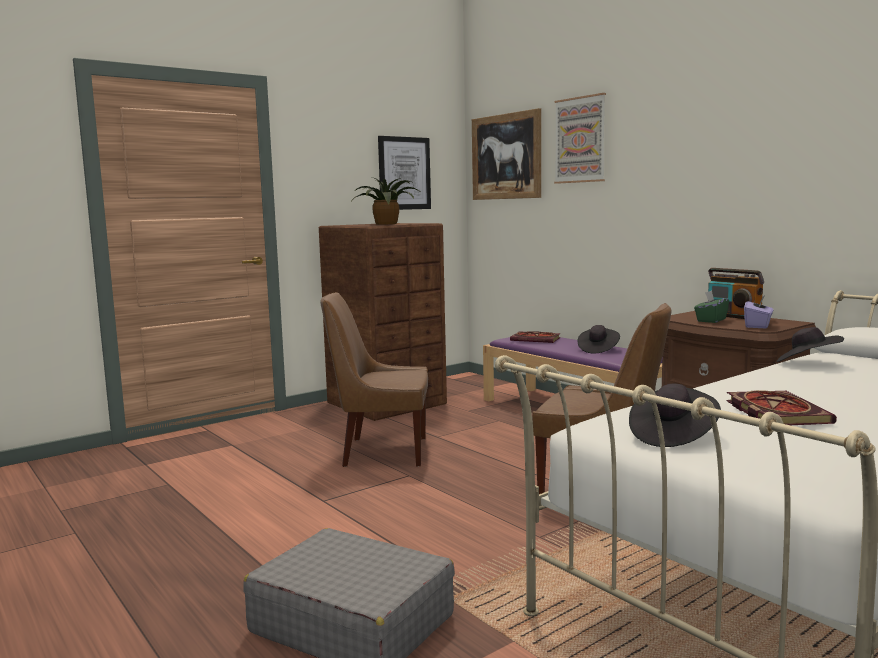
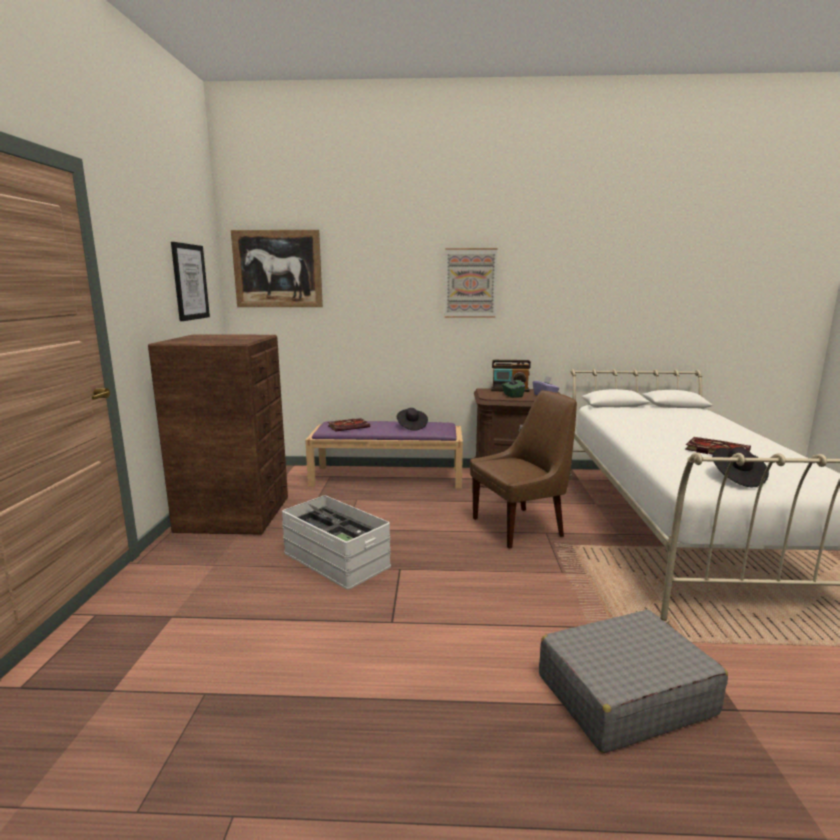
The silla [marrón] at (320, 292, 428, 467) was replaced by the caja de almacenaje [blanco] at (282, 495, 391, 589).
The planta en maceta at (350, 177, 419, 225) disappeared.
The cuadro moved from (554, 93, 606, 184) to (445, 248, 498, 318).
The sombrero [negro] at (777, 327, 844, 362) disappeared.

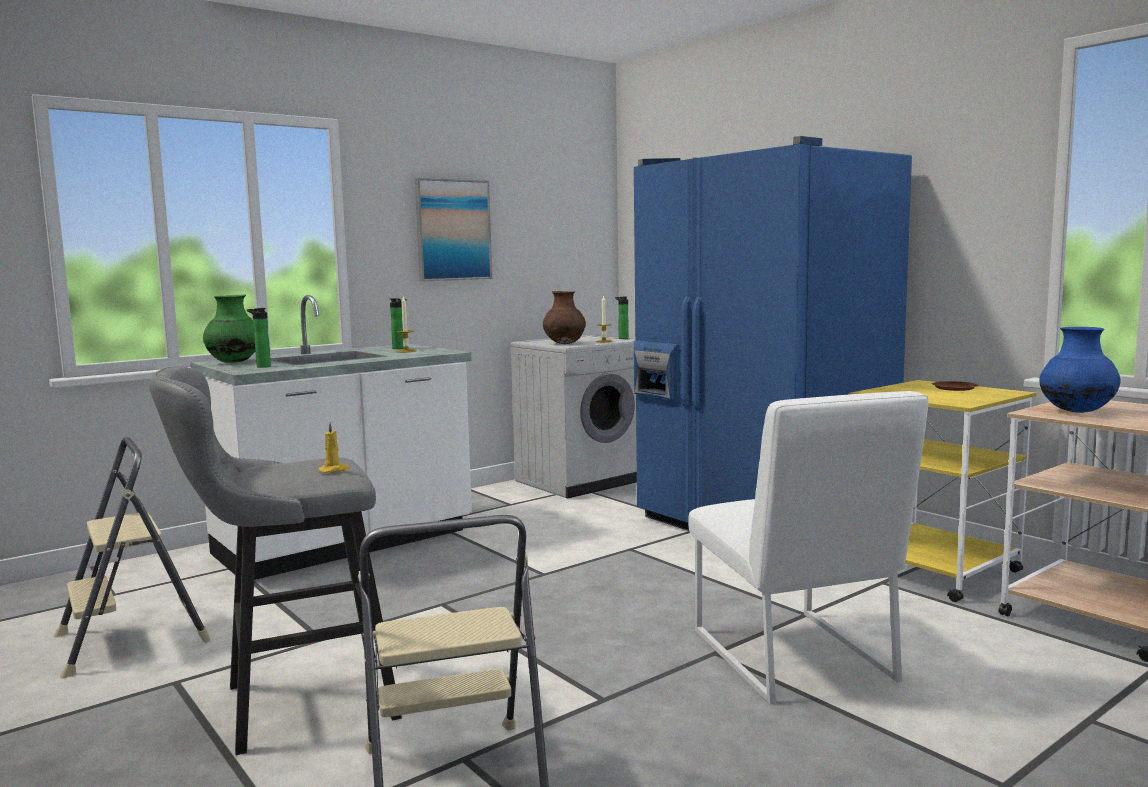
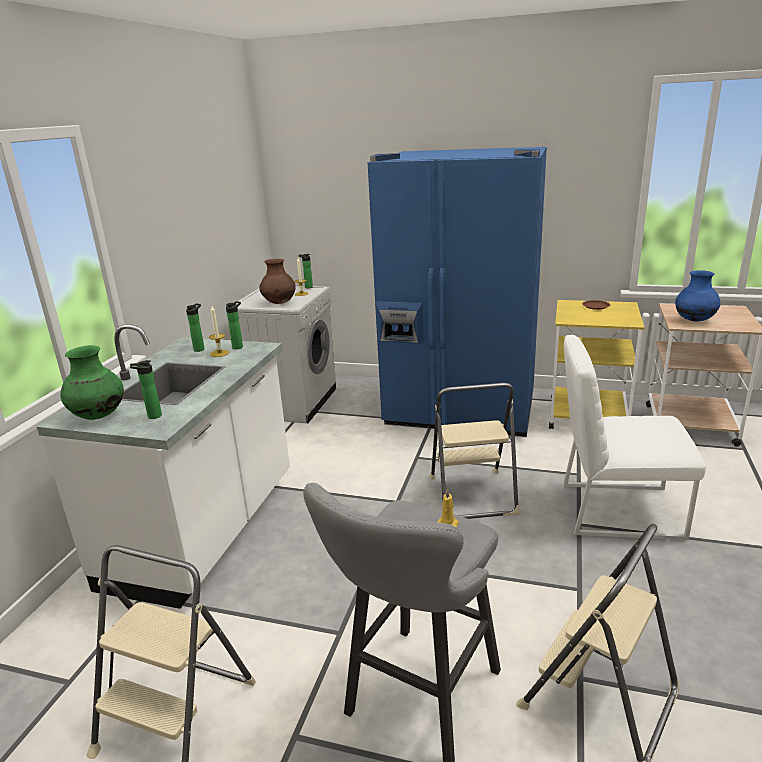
The cuadro at (415, 178, 492, 282) disappeared.
The silla [blanco] at (688, 391, 928, 705) turned 150 degrees clockwise.
The botella at (226, 301, 243, 349) appeared.
The escalera de tijera [beis] at (429, 383, 519, 519) appeared.

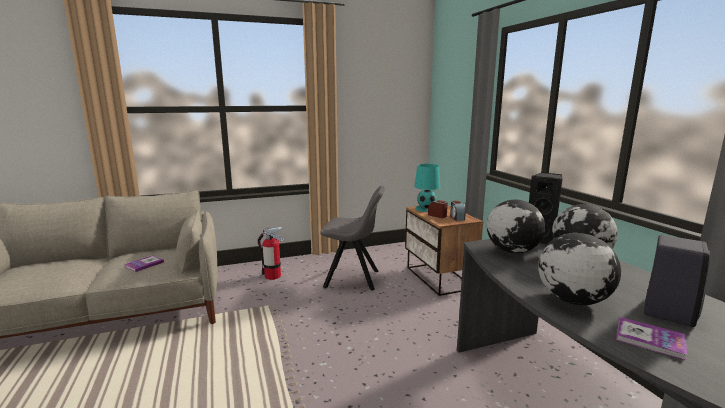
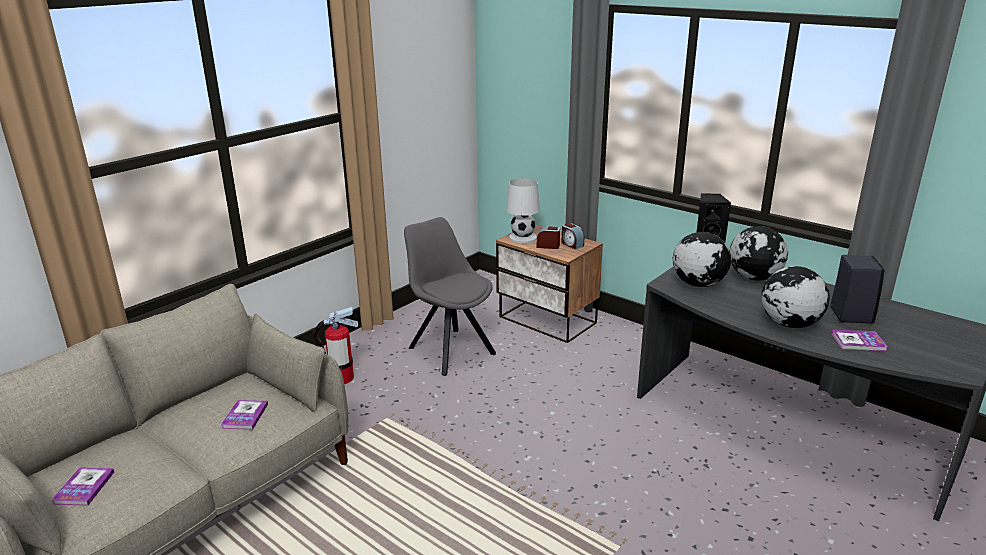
The silla [gris] at (320, 186, 385, 291) turned 105 degrees counterclockwise.
The lámpara de mesa [turquesa] at (414, 164, 440, 212) became the lámpara de mesa [blanco] at (506, 178, 540, 243).
The libro at (51, 467, 114, 506) appeared.

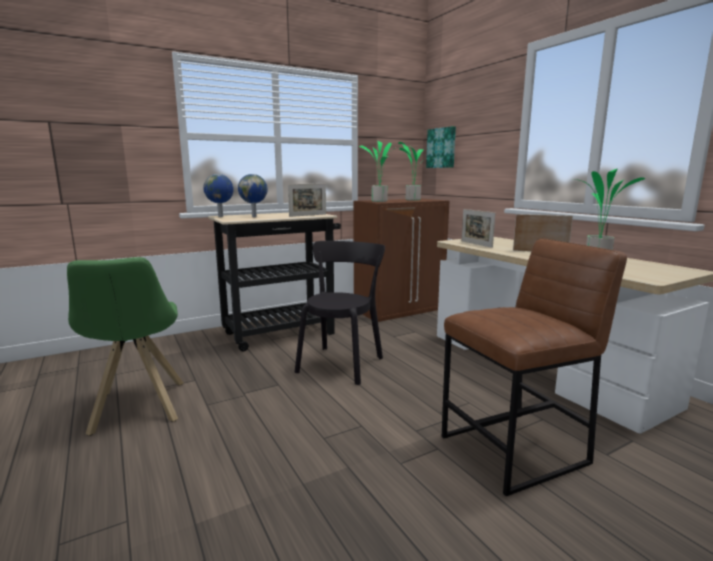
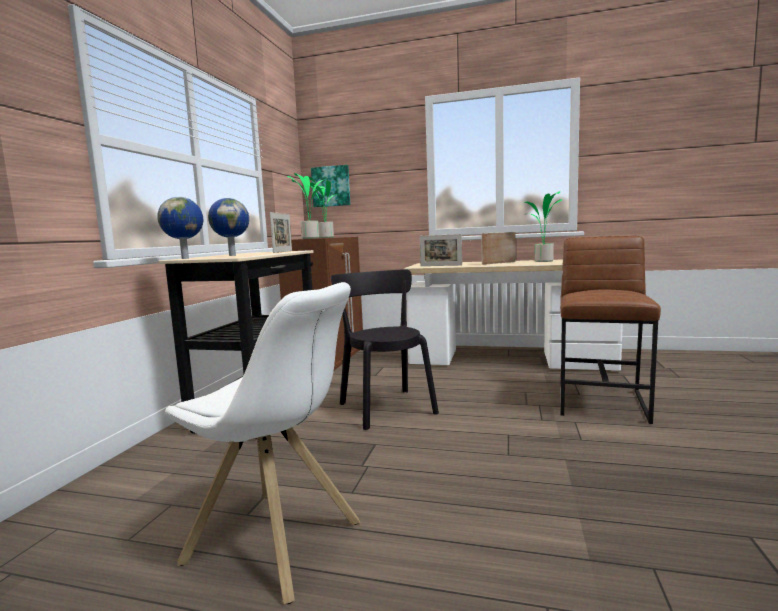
The silla [verde] at (67, 257, 184, 436) became the silla [blanco] at (165, 282, 360, 604).

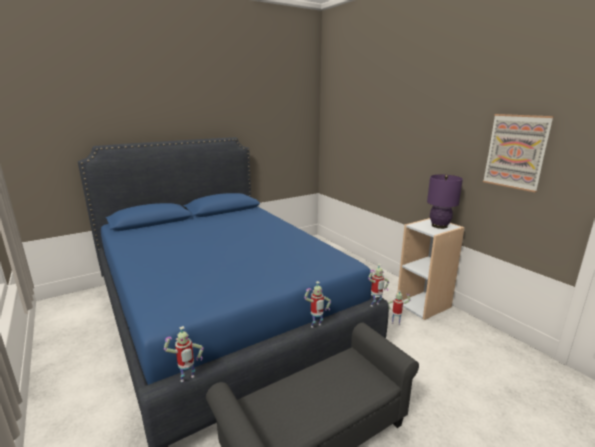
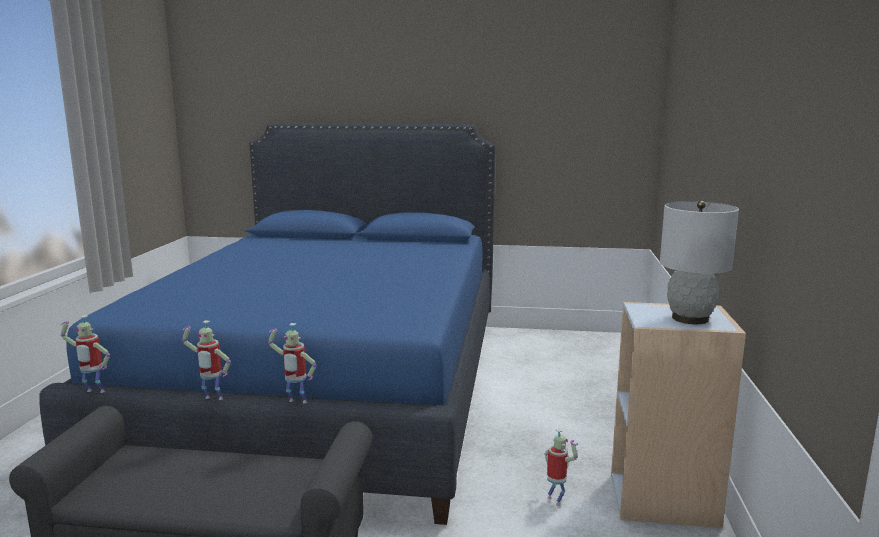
The robot de juguete moved from (368, 264, 389, 307) to (182, 320, 231, 400).
The lámpara de mesa [morado] at (427, 174, 463, 229) became the lámpara de mesa [blanco] at (660, 201, 739, 324).
The cuadro at (483, 114, 554, 192) disappeared.

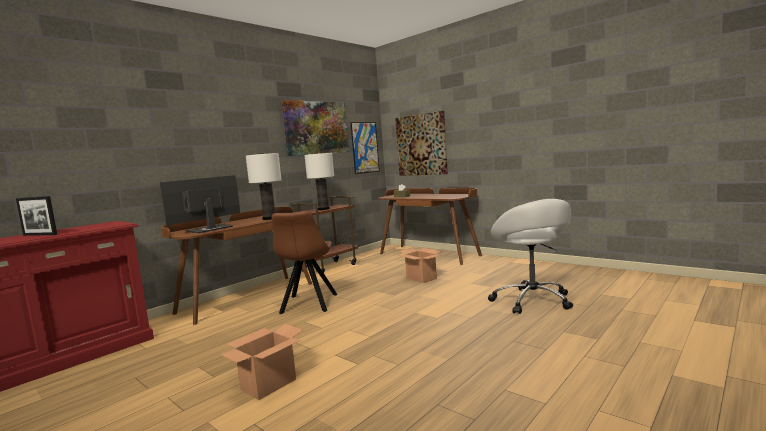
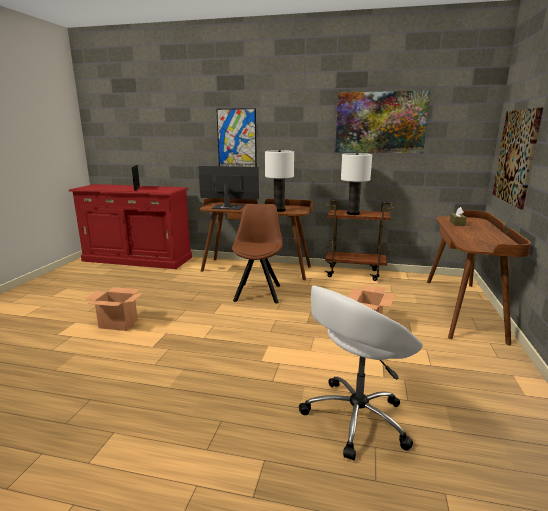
The silla [marrón] at (272, 211, 337, 314) turned 120 degrees clockwise.
The cuadro moved from (350, 122, 380, 174) to (216, 108, 257, 167).

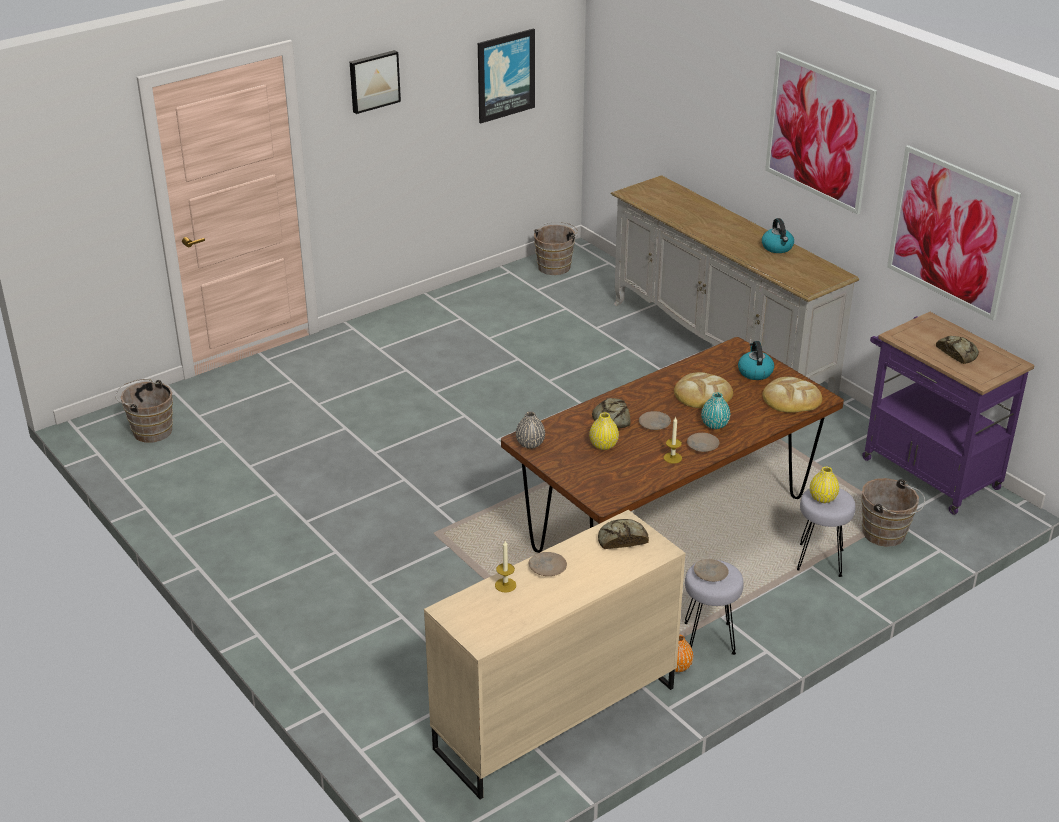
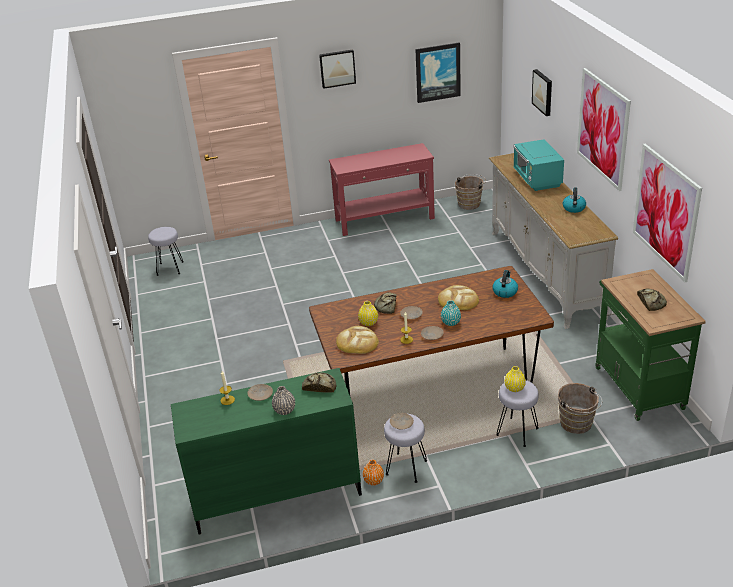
The cubo [marrón] at (115, 379, 173, 443) was replaced by the taburete [gris] at (148, 227, 184, 276).
The cómoda [beis] at (424, 510, 686, 799) became the cómoda [verde] at (171, 368, 362, 534).
The florero [gris] moved from (516, 411, 545, 449) to (272, 386, 295, 415).
The pan moved from (762, 377, 822, 413) to (336, 326, 379, 354).
The carrito [morado] at (862, 312, 1035, 515) became the carrito [verde] at (595, 269, 706, 421).
The mesa consola [rojo] at (329, 143, 435, 236) appeared.
The microondas [turquesa] at (513, 139, 564, 191) appeared.
The cuadro at (532, 69, 552, 116) appeared.

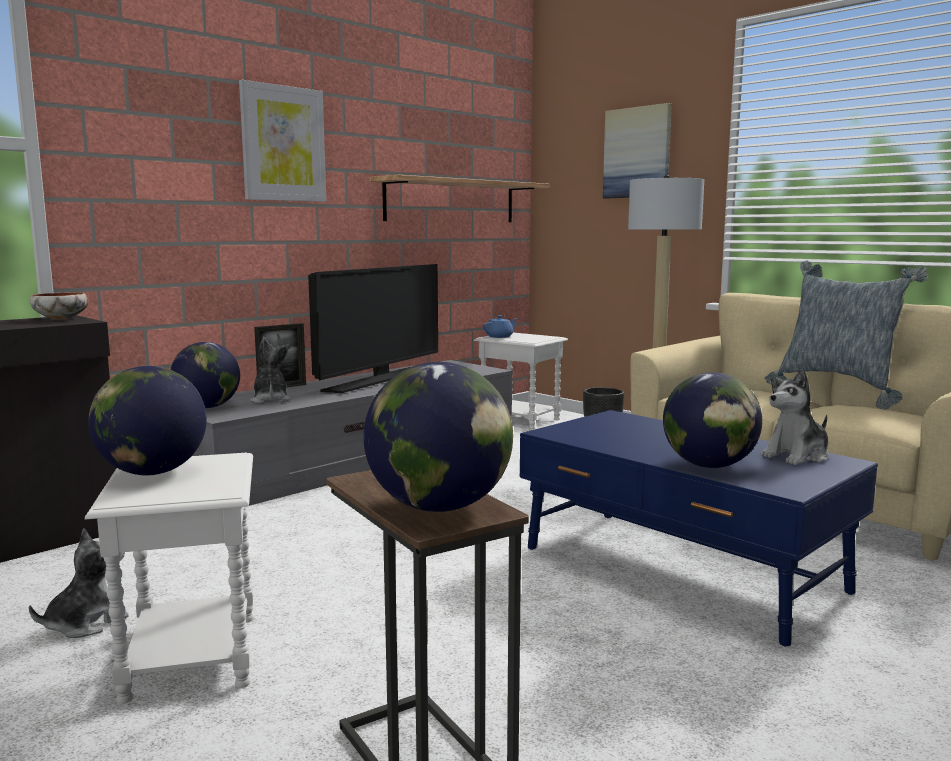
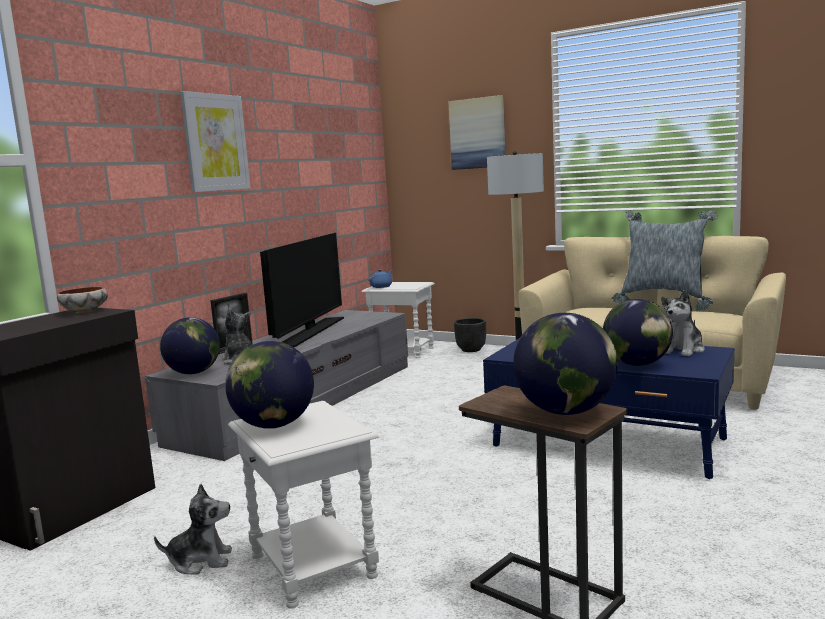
The peluche at (29, 528, 129, 638) turned 60 degrees clockwise.
The estante at (369, 175, 549, 222) disappeared.

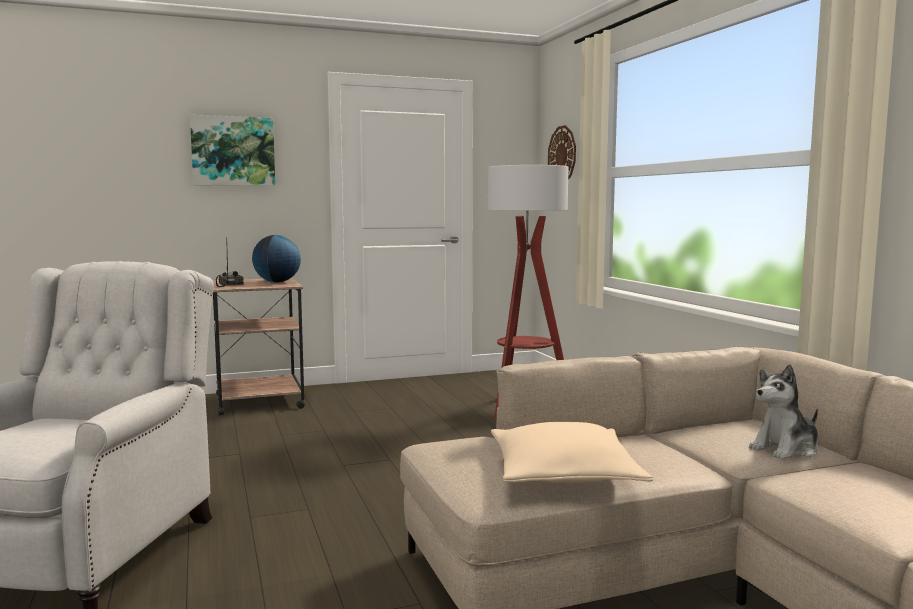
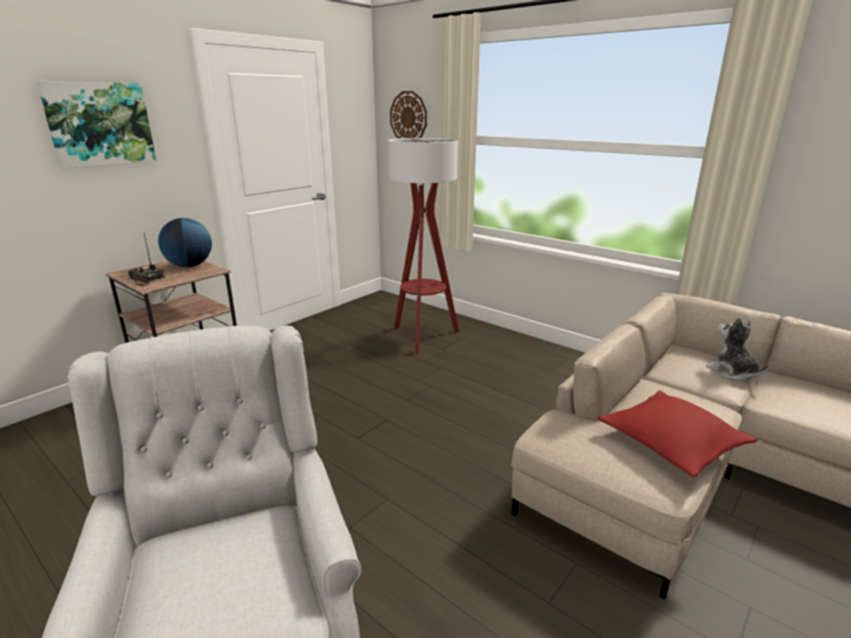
The cojín [beis] at (491, 422, 653, 483) became the cojín [rojo] at (598, 390, 758, 477).
The peluche at (749, 364, 818, 460) turned 120 degrees clockwise.

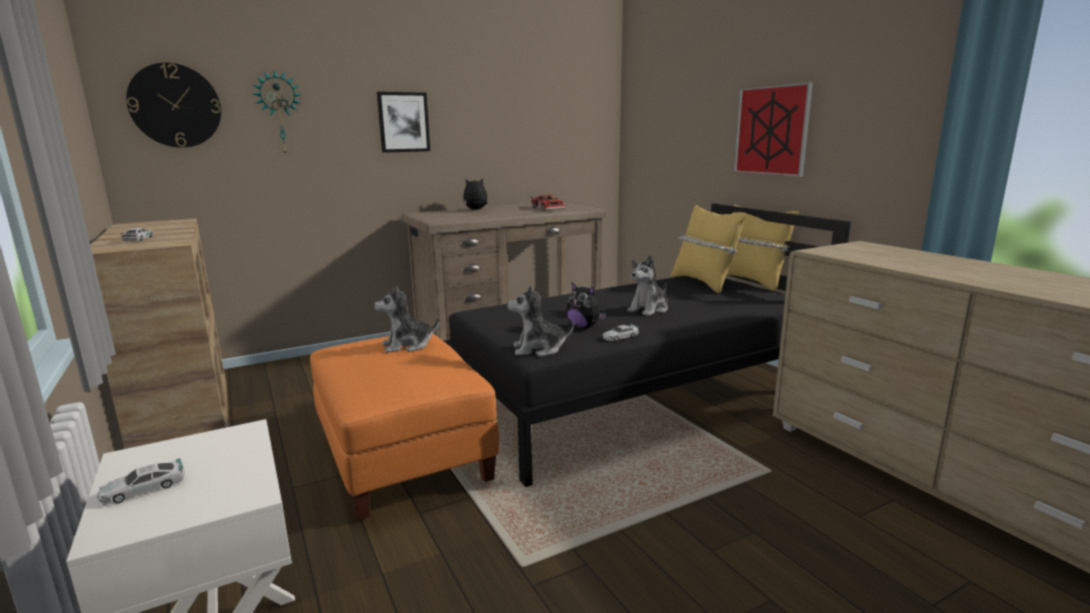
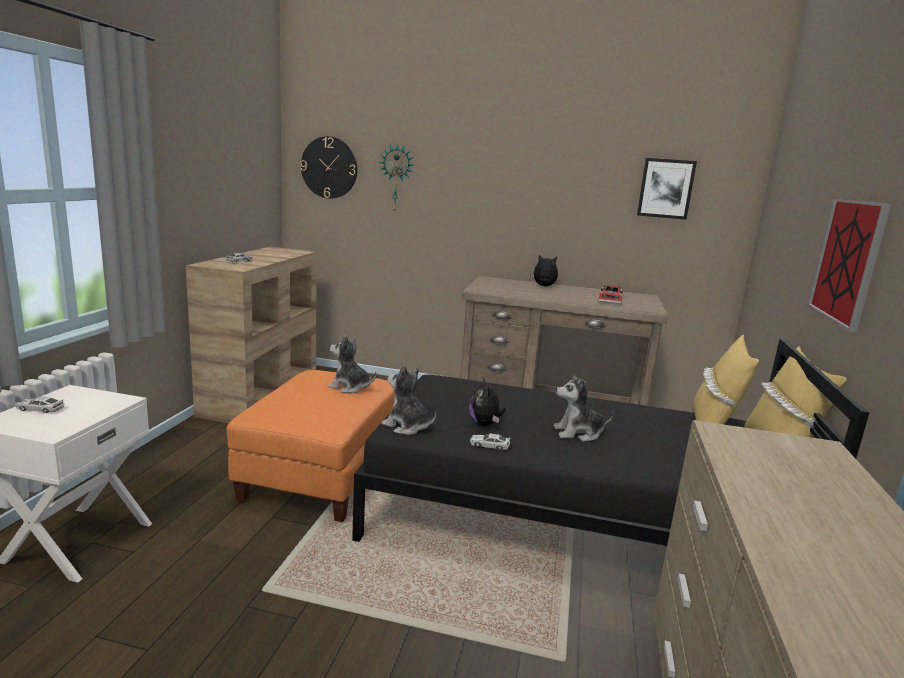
The cuadro moved from (377, 92, 430, 153) to (637, 158, 697, 220).

